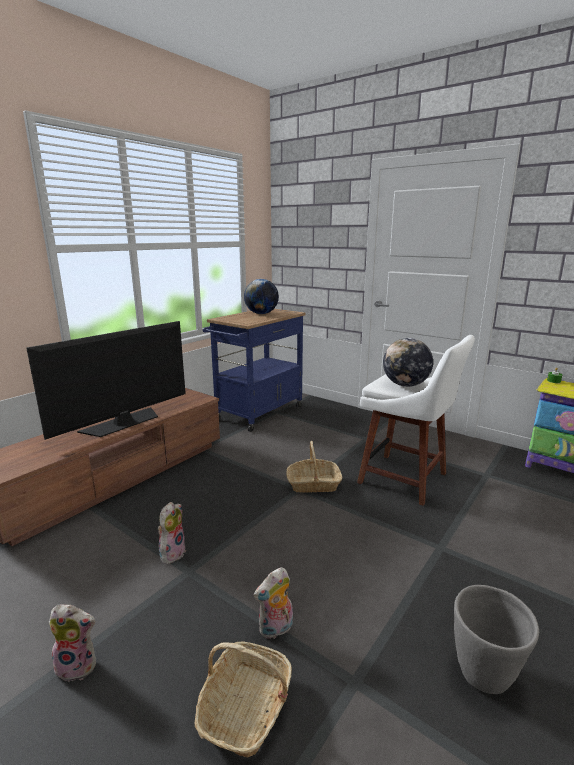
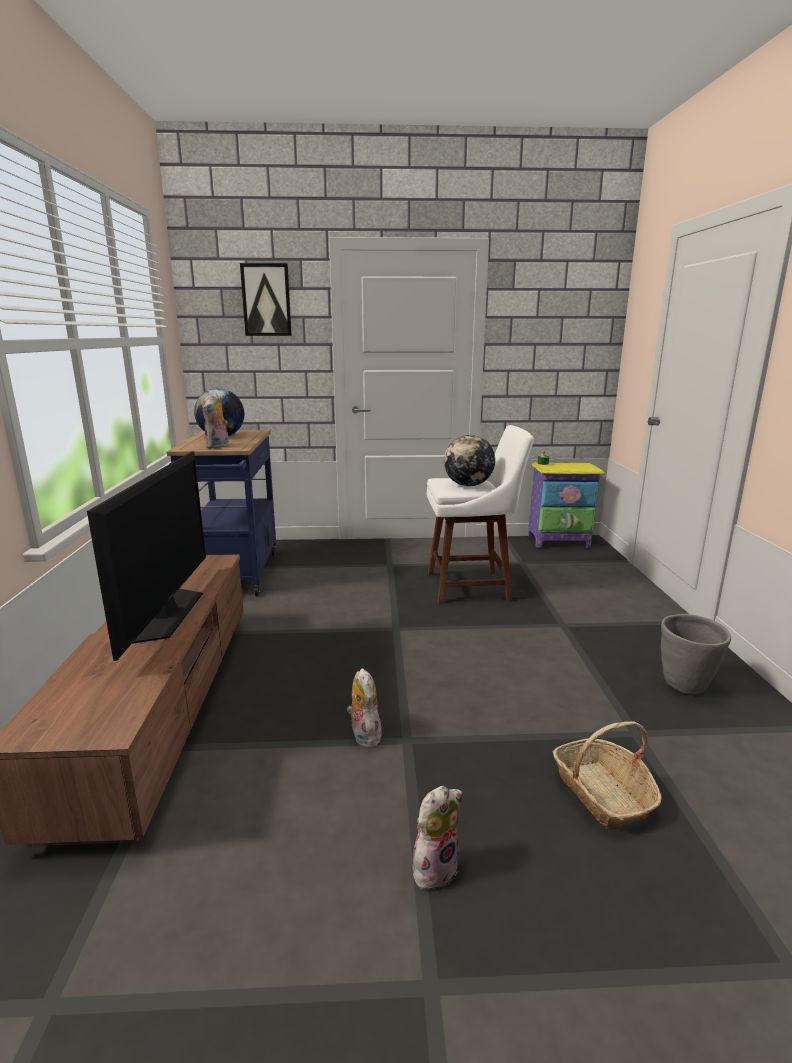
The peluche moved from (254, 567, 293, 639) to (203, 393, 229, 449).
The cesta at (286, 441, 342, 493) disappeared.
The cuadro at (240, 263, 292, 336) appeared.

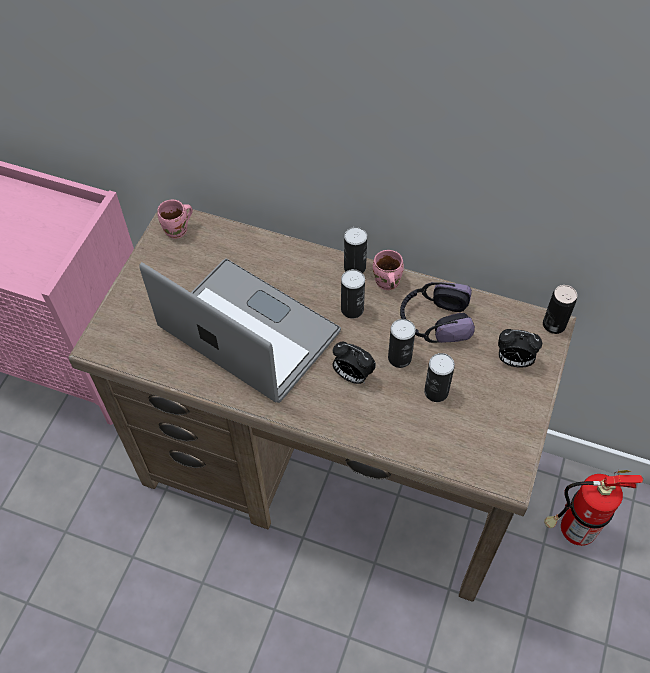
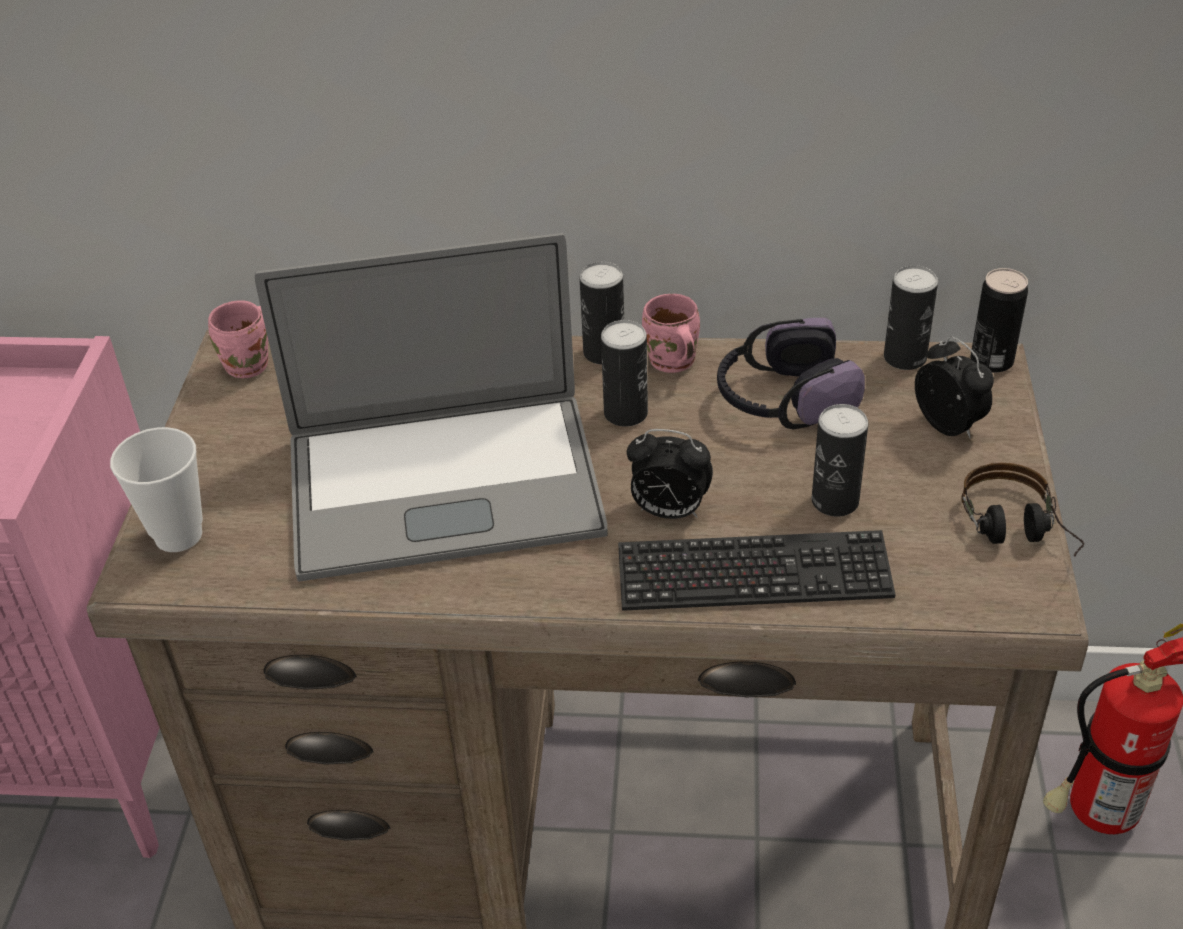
The portátil at (140, 258, 341, 403) turned 150 degrees clockwise.
The lata moved from (388, 319, 416, 368) to (884, 265, 938, 370).
The despertador at (498, 329, 542, 368) turned 120 degrees counterclockwise.
The taza at (110, 427, 203, 552) appeared.
The teclado at (618, 530, 896, 611) appeared.
The auriculares at (961, 463, 1084, 557) appeared.

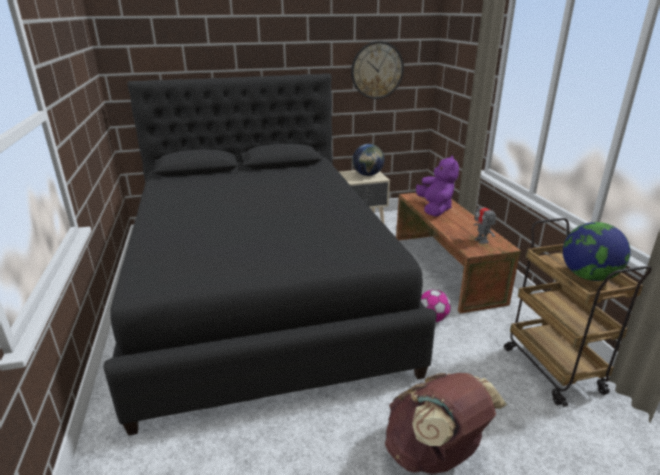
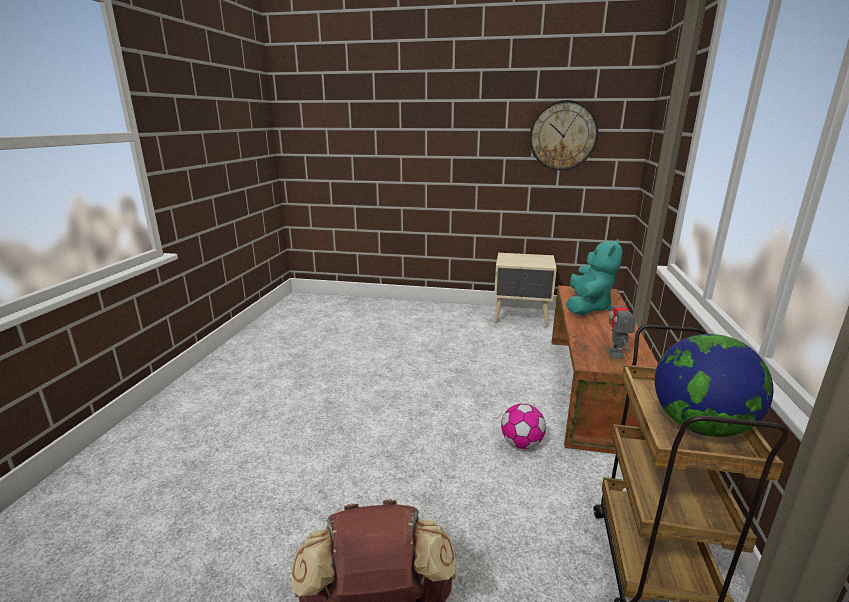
The cama [negro] at (103, 74, 437, 436) disappeared.
The globo terráqueo at (352, 144, 384, 176) disappeared.
The peluche [morado] at (416, 155, 459, 216) became the peluche [turquesa] at (566, 239, 623, 315).

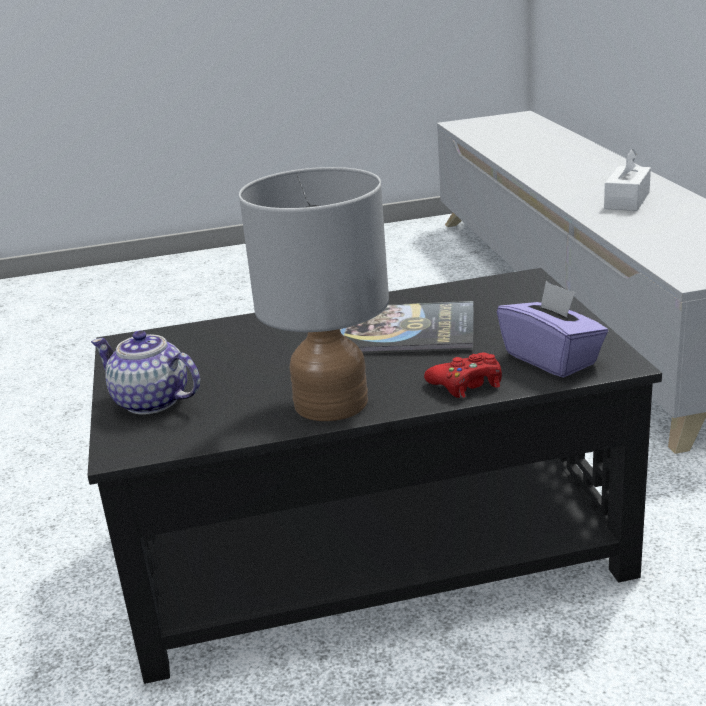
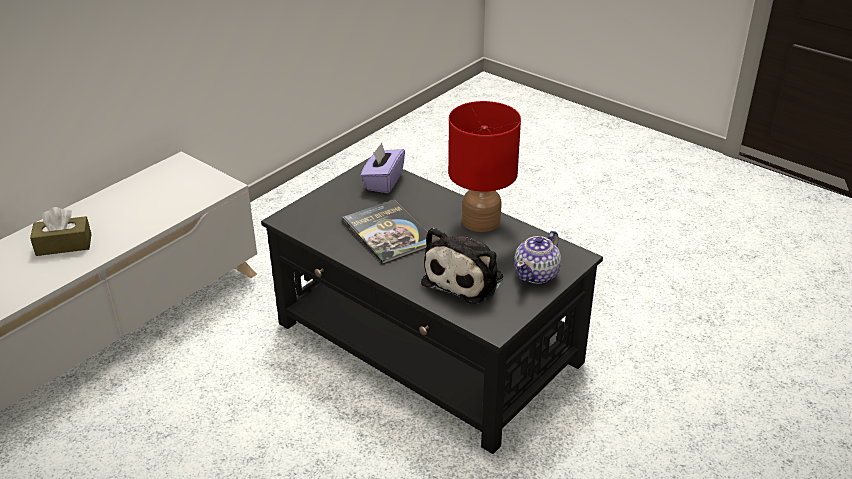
The tetera at (91, 331, 200, 415) turned 45 degrees clockwise.
The lámpara de mesa [gris] at (239, 167, 389, 421) became the lámpara de mesa [rojo] at (448, 101, 521, 232).
The mando de consola [rojo] at (424, 353, 502, 398) disappeared.
The caja de pañuelos [blanco] at (604, 149, 651, 211) became the caja de pañuelos [marrón] at (30, 207, 92, 256).
The peluche at (421, 227, 503, 304) appeared.

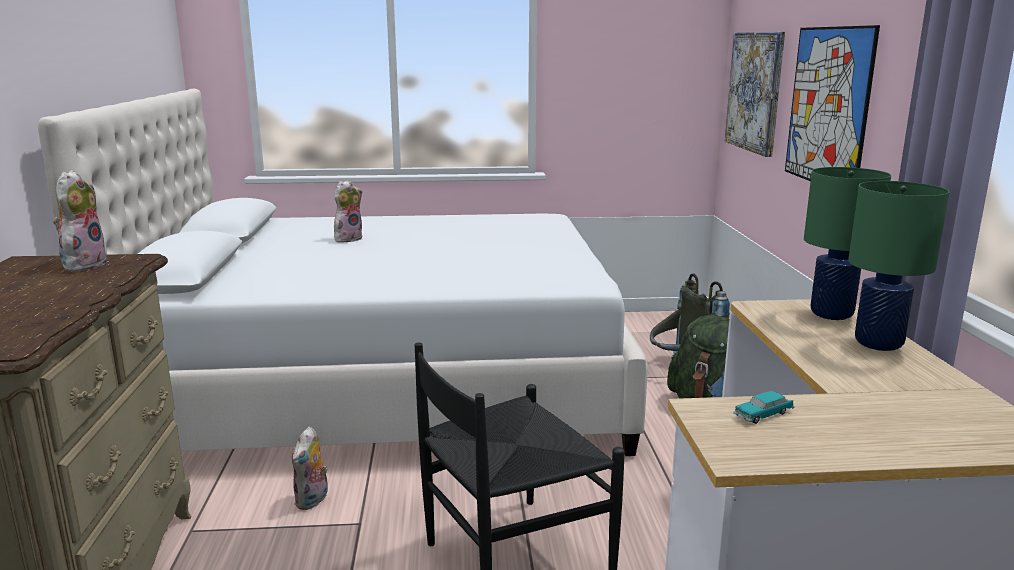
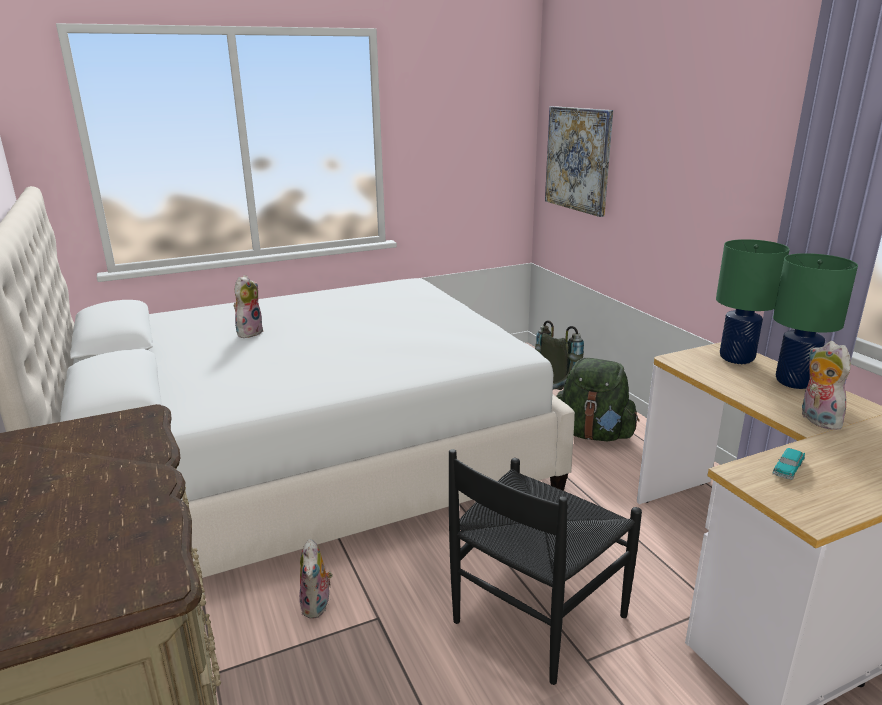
The peluche moved from (53, 170, 108, 272) to (802, 341, 851, 430).
The cuadro at (785, 25, 880, 181) disappeared.

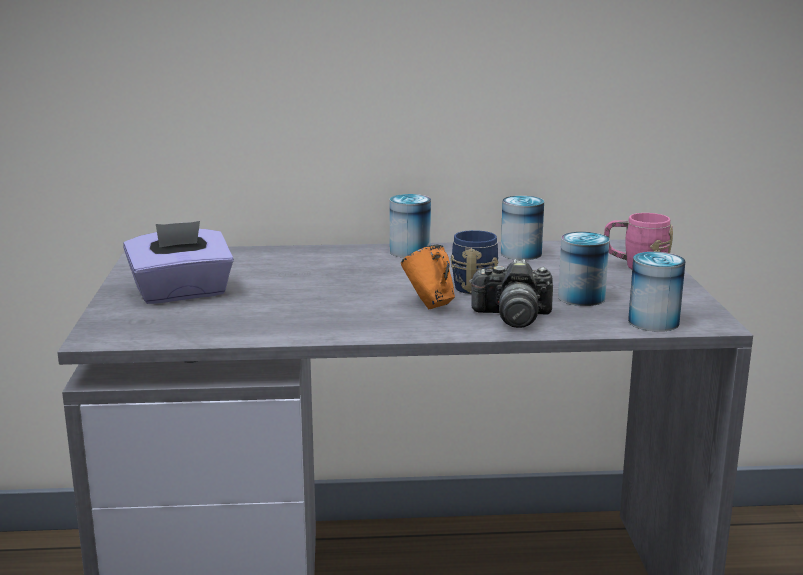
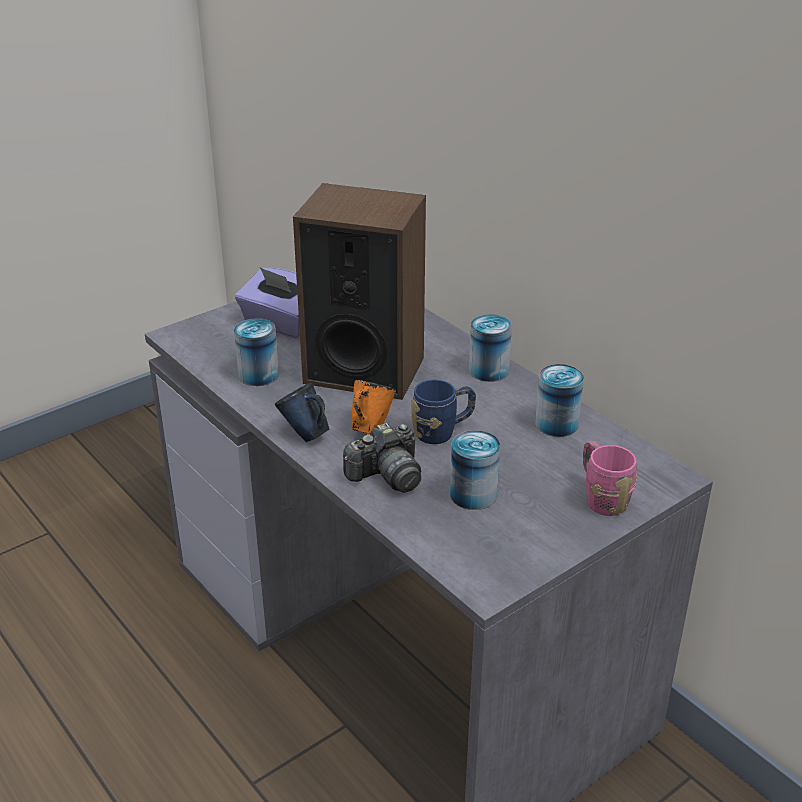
The cámara at (469, 259, 553, 328) turned 90 degrees counterclockwise.
The lata moved from (628, 252, 685, 332) to (234, 318, 279, 386).
The taza grande [azul] at (275, 383, 329, 442) appeared.
The altavoz at (293, 183, 426, 400) appeared.

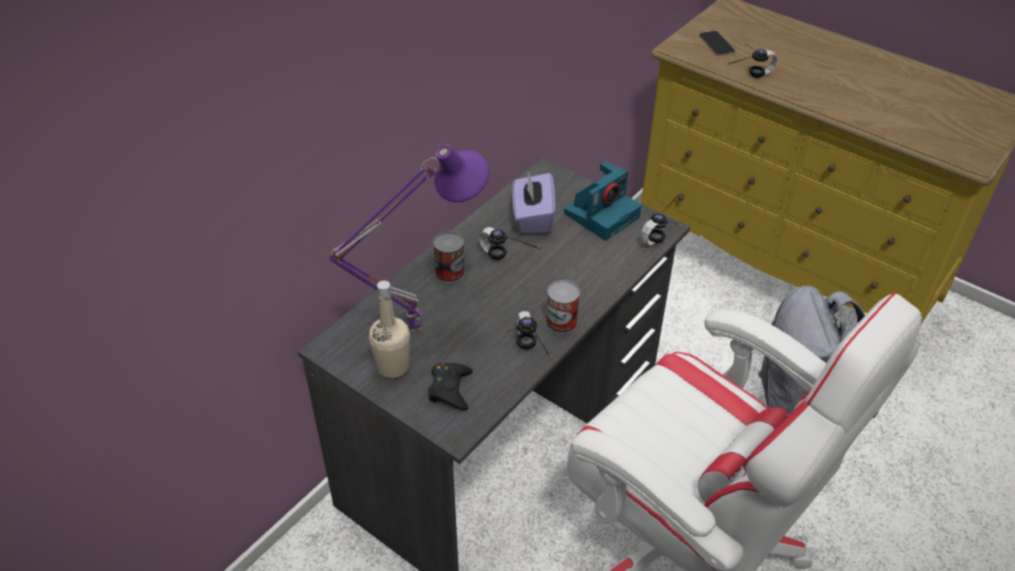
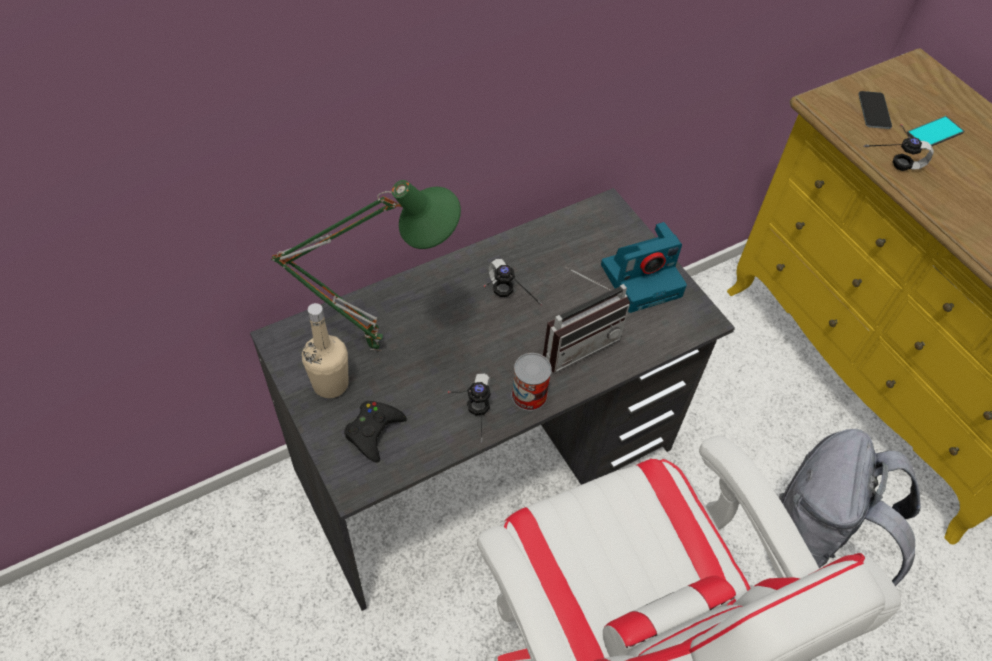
The lámpara de mesa [morado] at (326, 144, 489, 331) became the lámpara de mesa [verde] at (271, 180, 461, 351).
The lata at (433, 232, 465, 283) disappeared.
The caja de pañuelos [morado] at (513, 172, 556, 234) disappeared.
The auriculares at (640, 192, 682, 246) disappeared.
The radio at (543, 267, 630, 372) appeared.
The móvil at (907, 116, 964, 146) appeared.

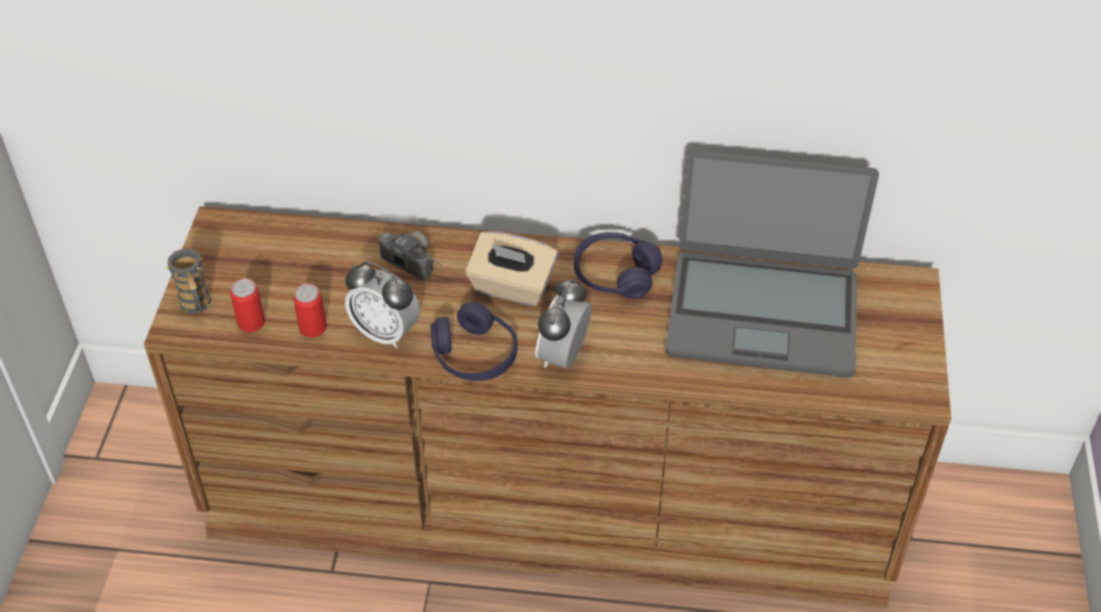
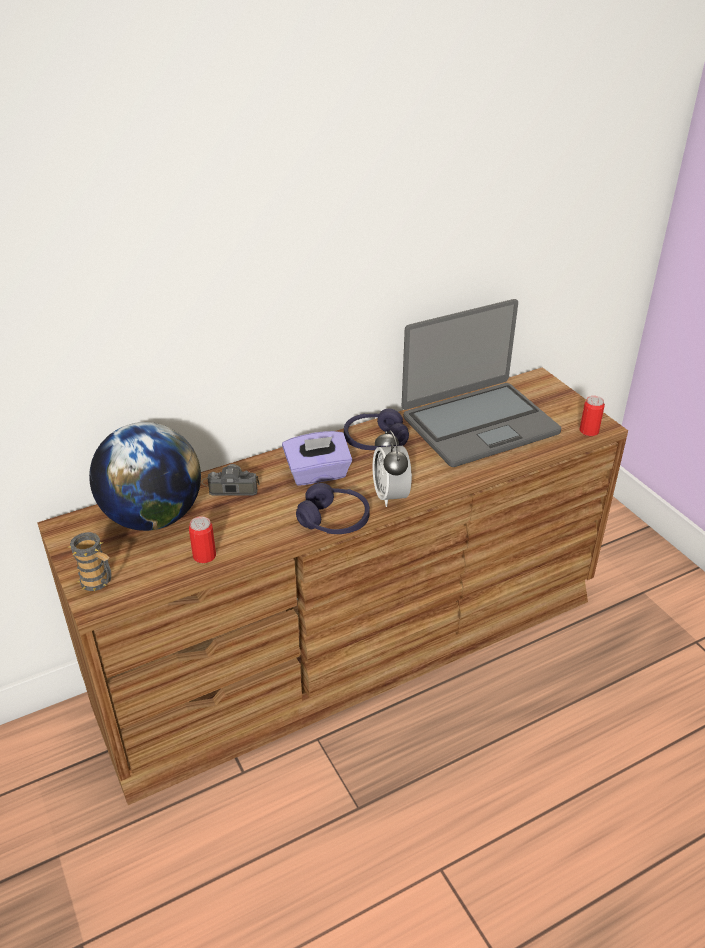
The lata moved from (230, 279, 265, 332) to (579, 396, 605, 436).
The despertador at (345, 262, 420, 348) disappeared.
The caja de pañuelos [beis] at (465, 231, 558, 306) became the caja de pañuelos [morado] at (282, 431, 352, 486).
The globo terráqueo at (89, 422, 201, 531) appeared.

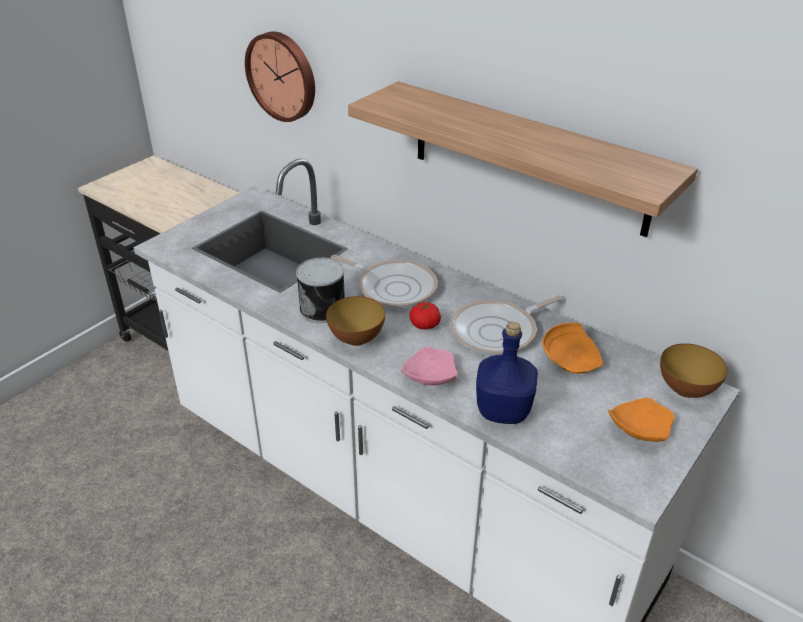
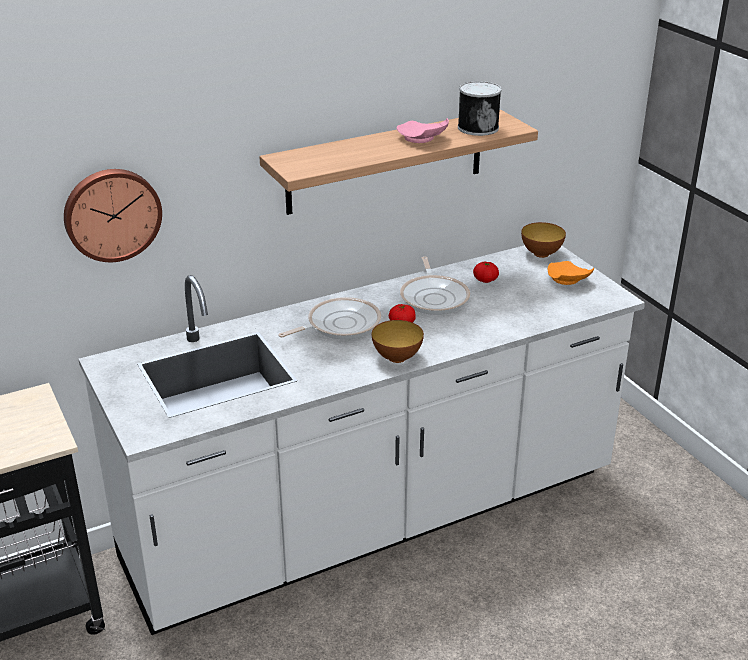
The lata moved from (296, 258, 345, 323) to (458, 81, 501, 136).
The plato [rosa] moved from (401, 347, 458, 386) to (397, 118, 449, 143).
The botella [azul] at (476, 322, 538, 424) disappeared.
The plato [naranja] at (542, 323, 603, 374) was replaced by the tomate at (473, 261, 499, 283).

